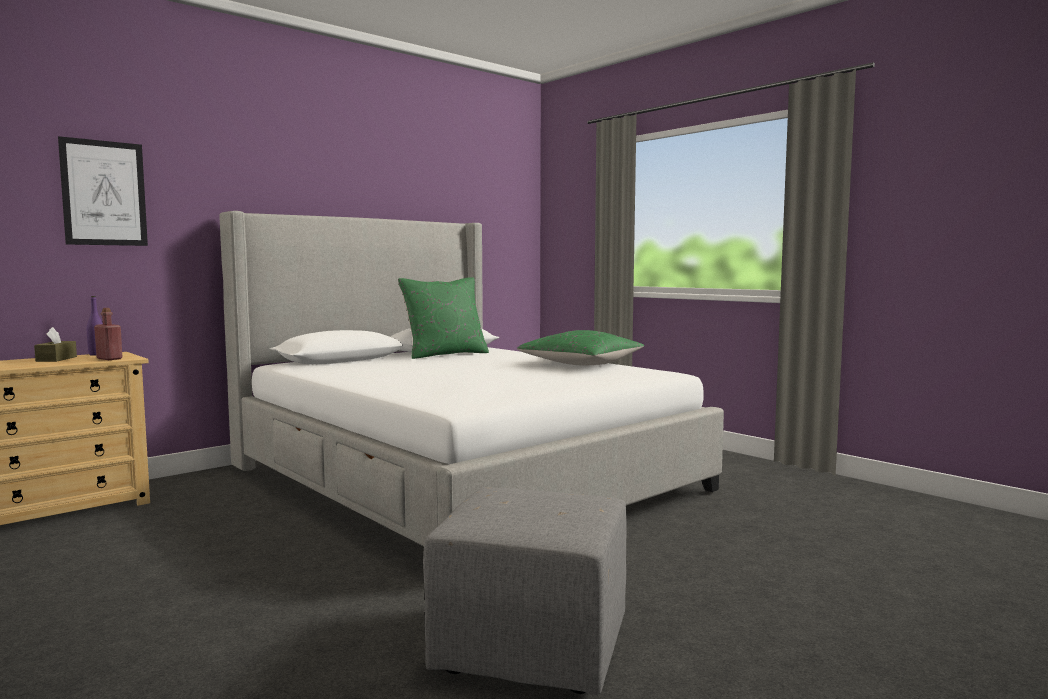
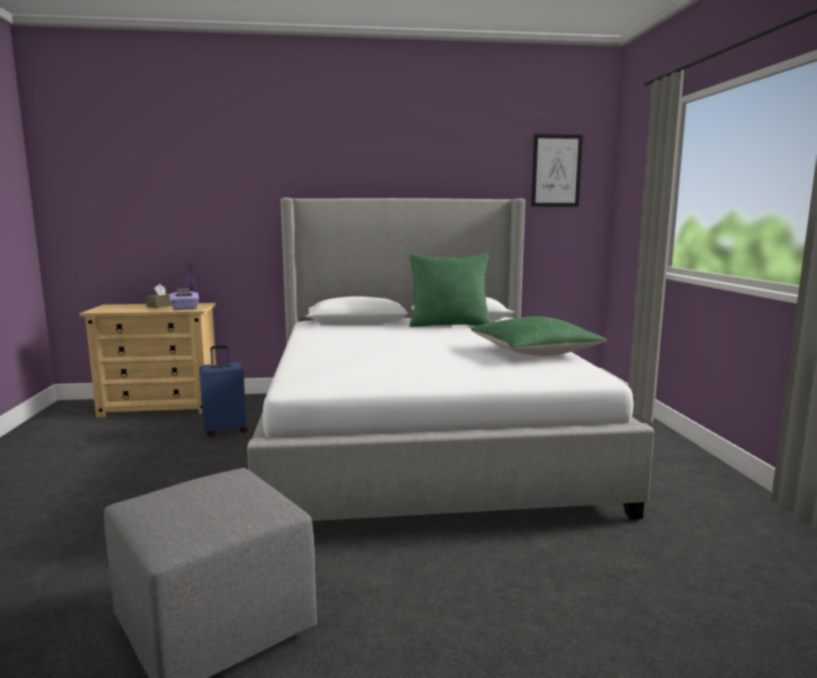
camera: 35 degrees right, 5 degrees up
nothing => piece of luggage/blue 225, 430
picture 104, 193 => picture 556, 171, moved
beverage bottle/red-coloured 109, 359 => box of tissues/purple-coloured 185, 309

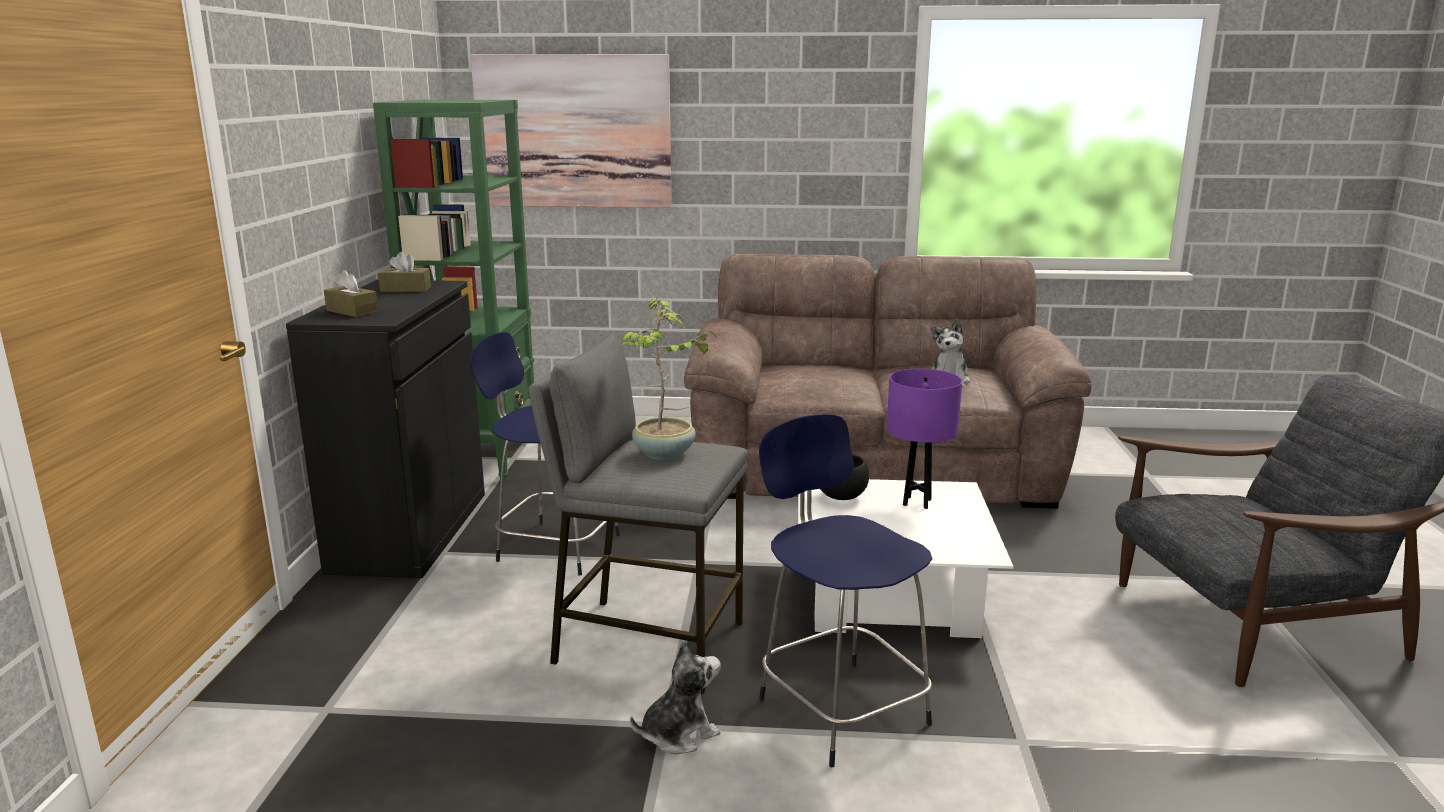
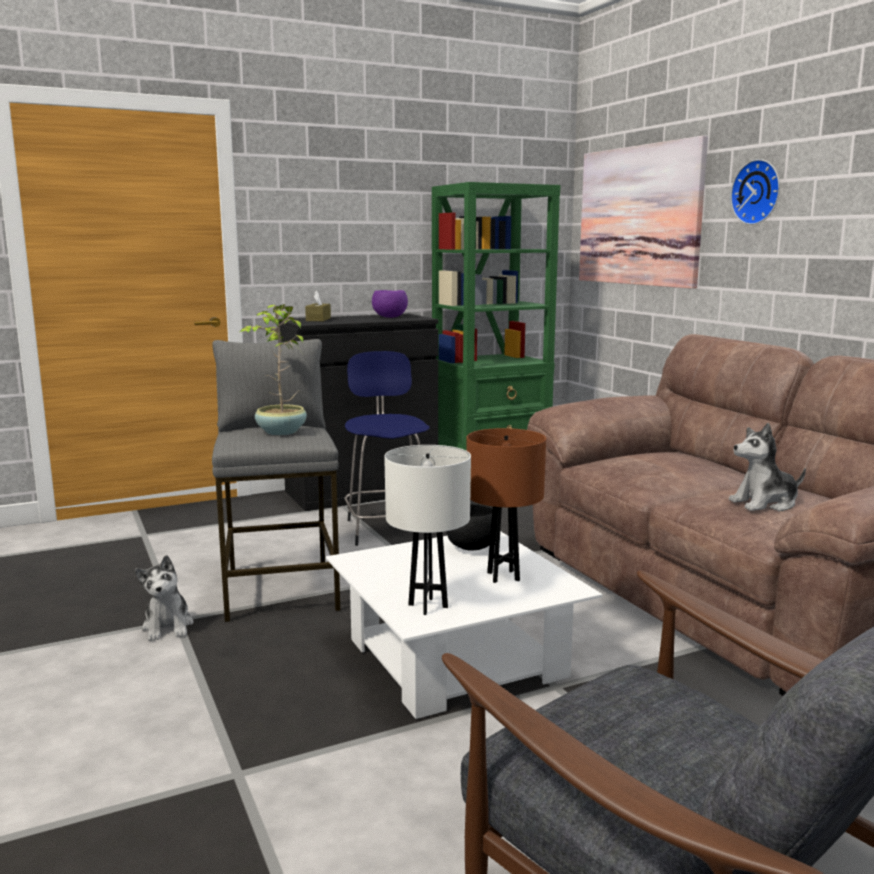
camera: 60 degrees right, 5 degrees down
sitting stool/blue 839, 708 => nothing
nothing => lamp for a table/white 428, 606
nothing => wall clock 758, 192
box of tissues/brown 405, 289 => bowl/purple-coloured 390, 317
lamp for a table/purple-coloured 917, 502 => lamp for a table/brown 503, 576
plush toy 678, 734 => plush toy 168, 626, 45 degrees clockwise

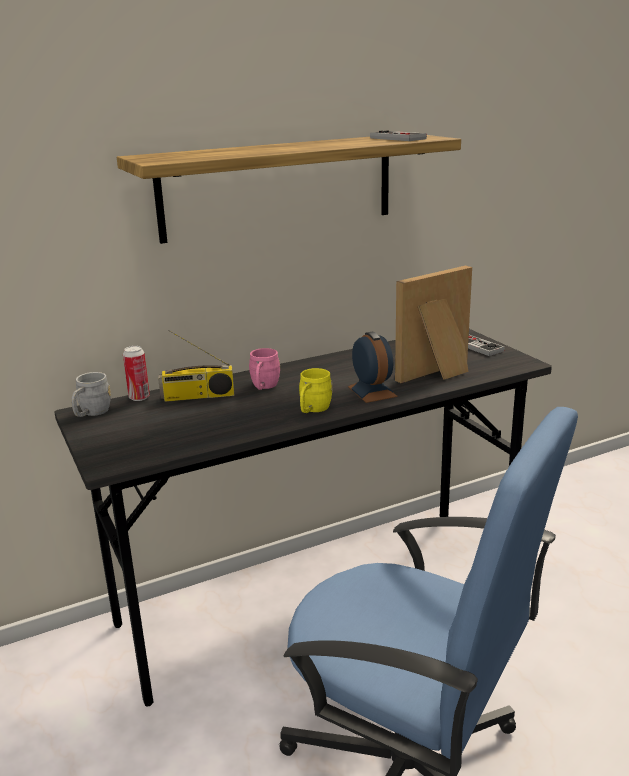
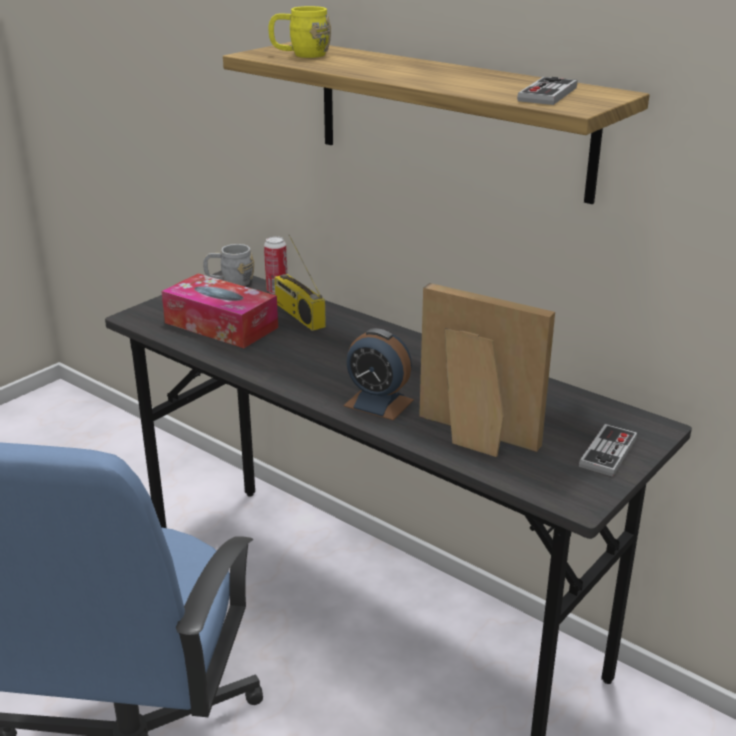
camera: 65 degrees right, 5 degrees up
mug/pink-coloured 264, 387 => nothing
nothing => box of tissues 221, 325
mug/yellow 313, 410 => mug/yellow 300, 55, moved
bedside clock 372, 391 => bedside clock 378, 403, 75 degrees clockwise

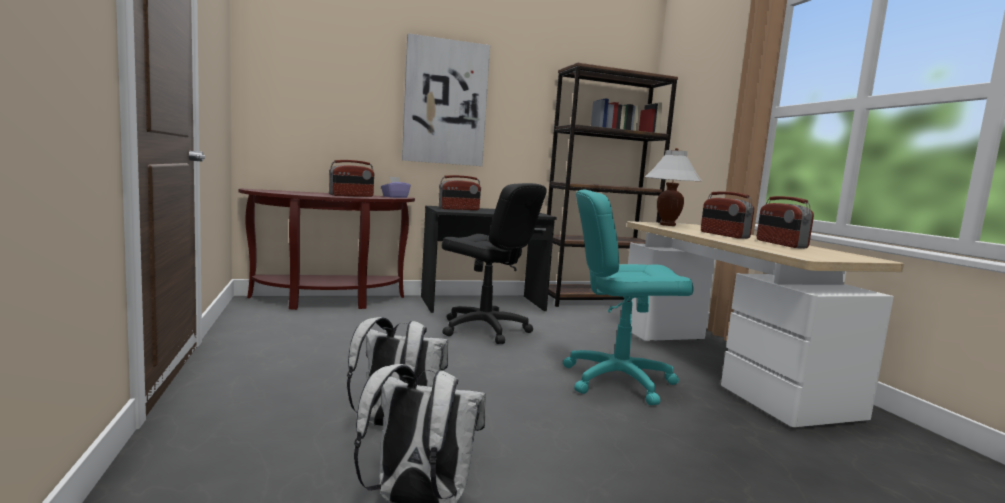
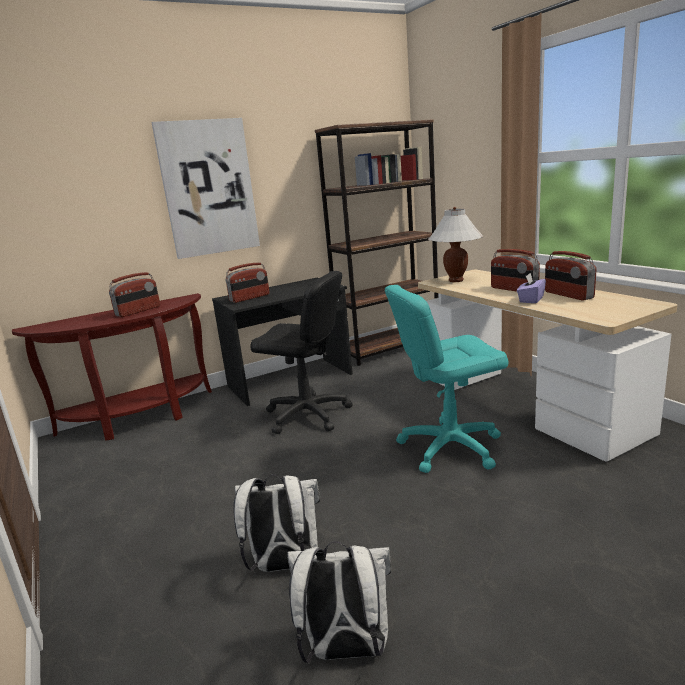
camera: 10 degrees left, 10 degrees up
box of tissues/purple-coloured 395, 197 => box of tissues/purple-coloured 530, 300, moved

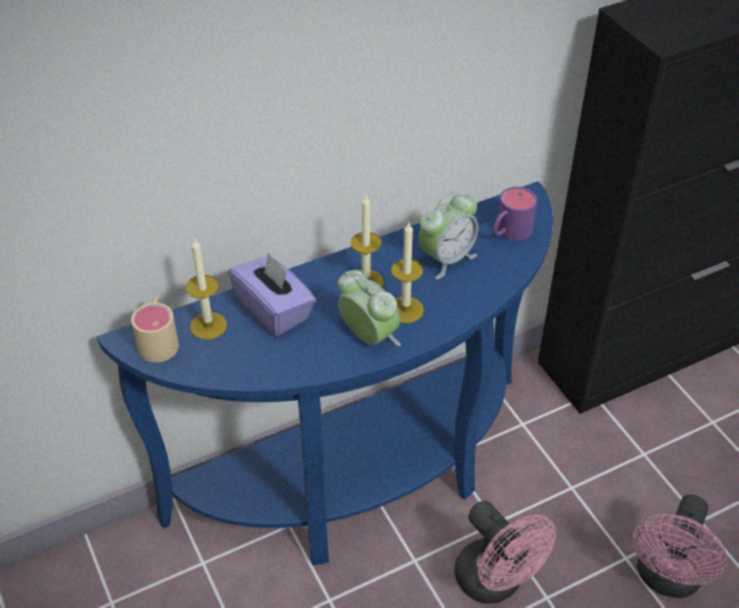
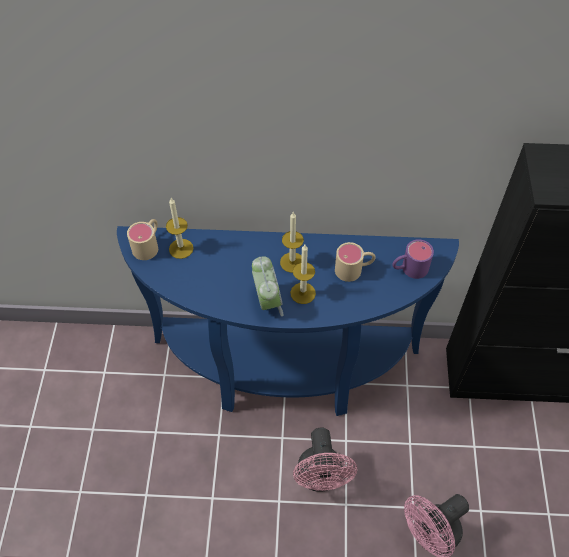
camera: 30 degrees right, 10 degrees up
box of tissues/purple-coloured 274, 310 => nothing
bedside clock 446, 259 => mug/beige-coloured 354, 269

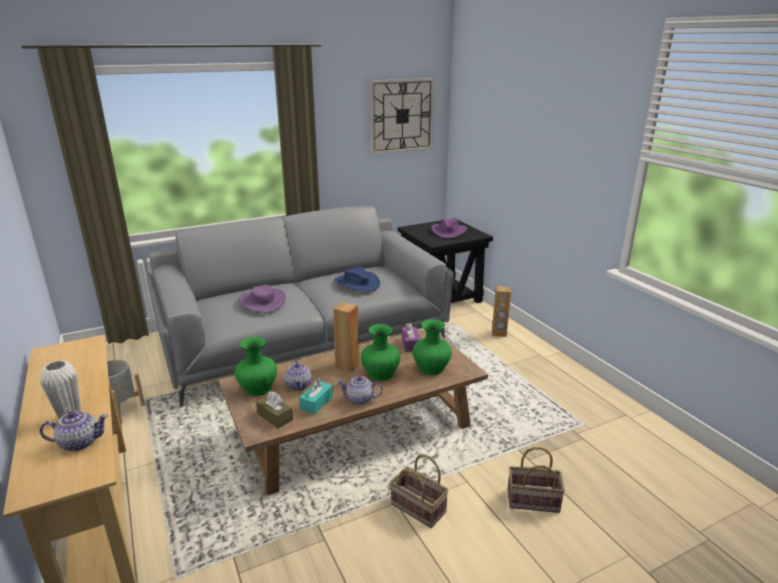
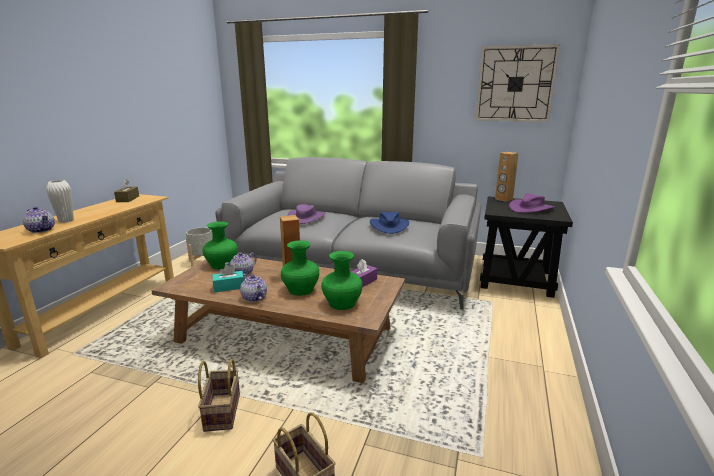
camera: 45 degrees right, 5 degrees down
box of tissues/brown 275, 417 => box of tissues/brown 128, 199, moved
loudspeaker/brown 499, 333 => loudspeaker/brown 503, 199, moved

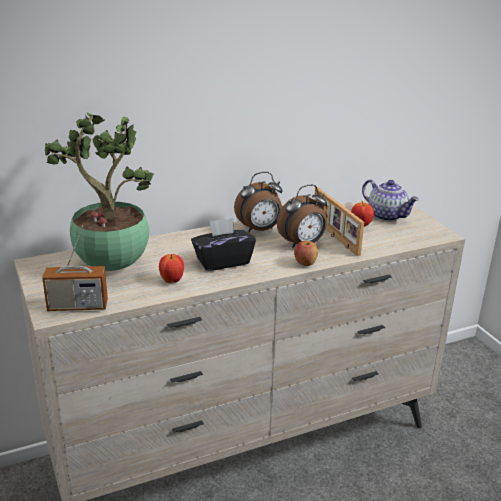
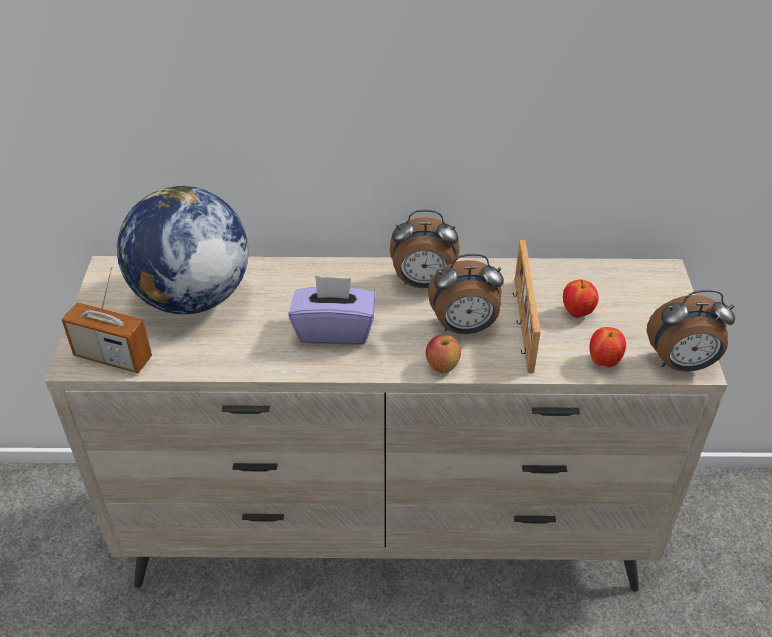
camera: 25 degrees right, 15 degrees up
pot for tea 387, 216 => nothing
nothing => bedside clock 681, 364
apple 172, 280 => apple 603, 361, moved
potted plant 110, 266 => globe 191, 298
box of tissues/black-coloured 223, 261 => box of tissues/purple-coloured 334, 330

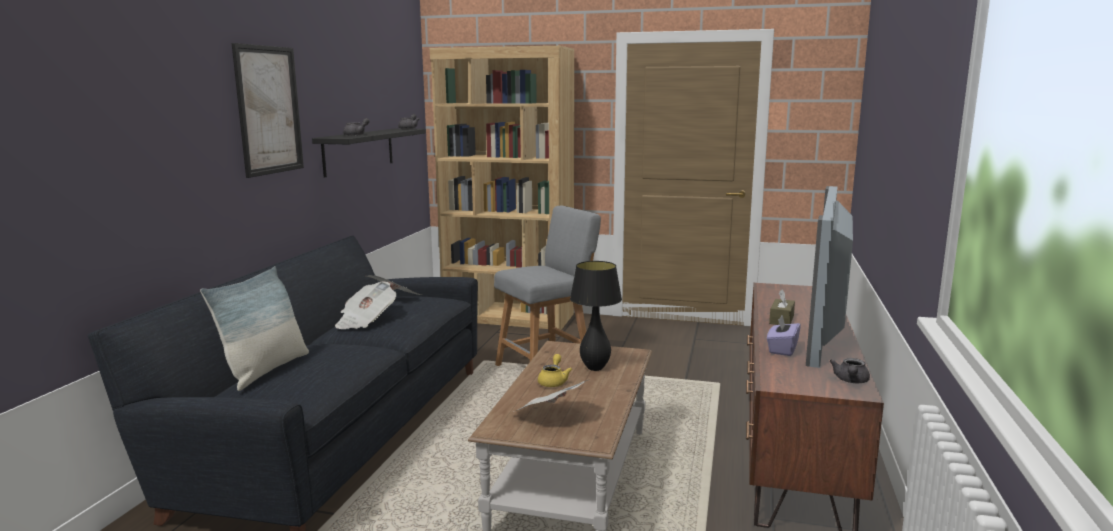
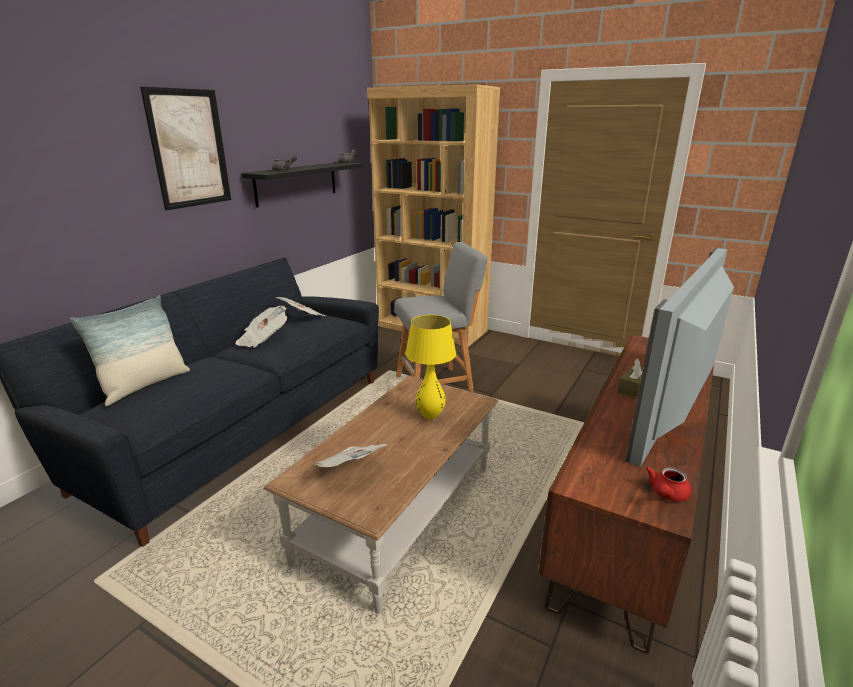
camera: 15 degrees right, 10 degrees up
pot for tea/yellow 553, 381 => nothing
box of tissues/purple-coloured 782, 349 => nothing
lamp for a table/black-coloured 594, 368 => lamp for a table/yellow 430, 416
pot for tea/greyish 850, 381 => pot for tea/red-coloured 666, 494

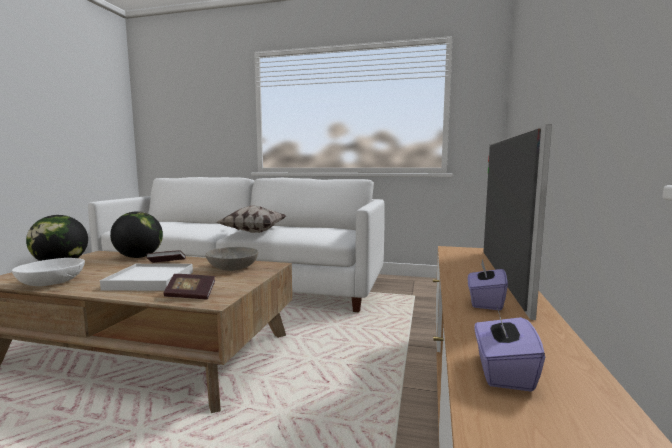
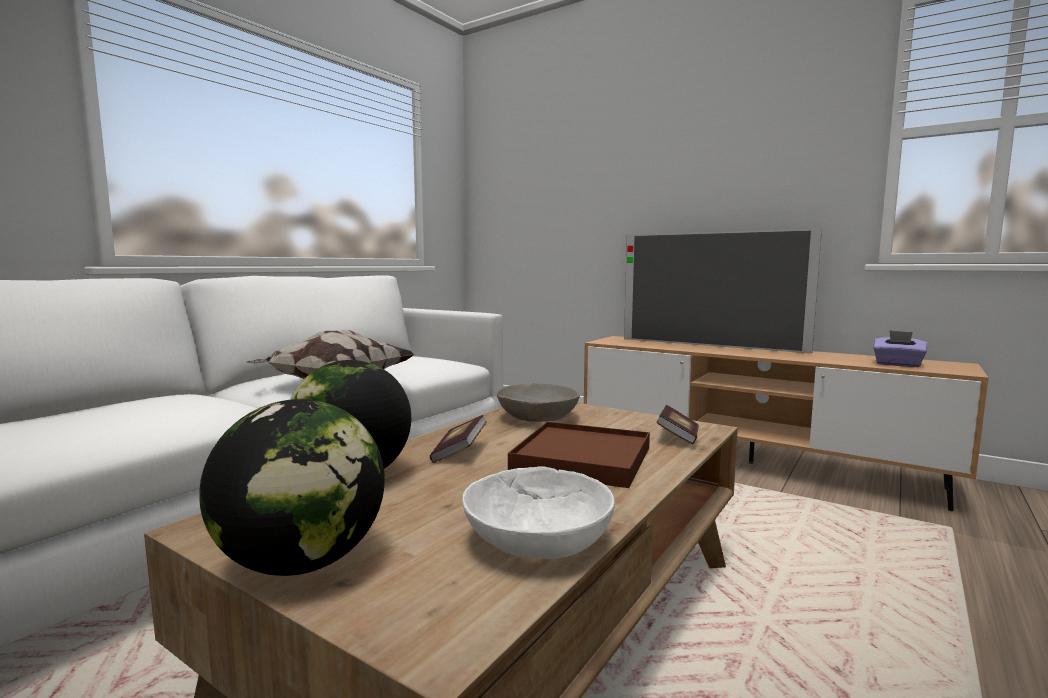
camera: 70 degrees left, 0 degrees up
box of tissues/purple-coloured 485, 302 => nothing
tray/white 150, 280 => tray/brown 582, 459

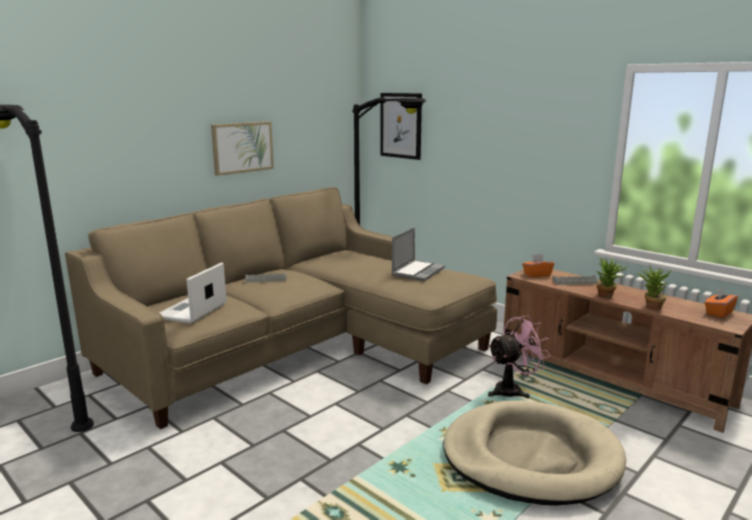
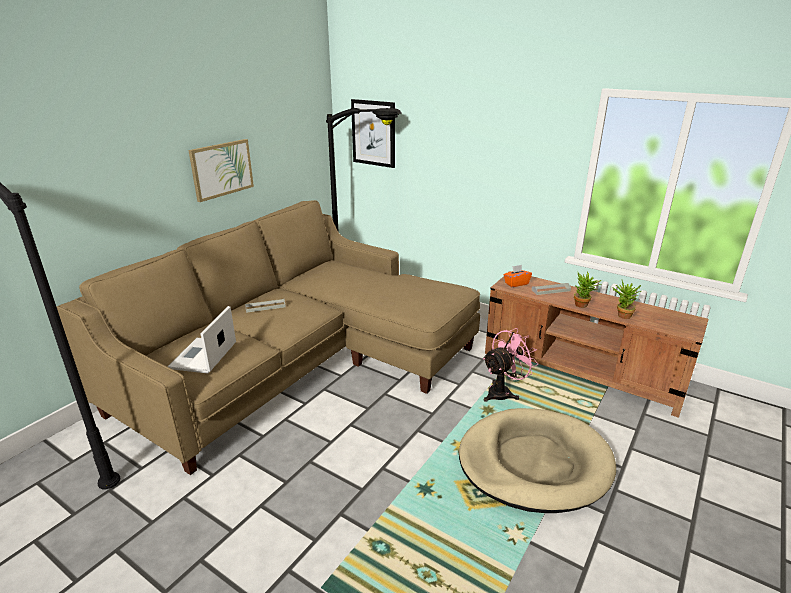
camera: 10 degrees left, 10 degrees up
notebook computer 417, 271 => nothing
box of tissues/orange 718, 313 => nothing

